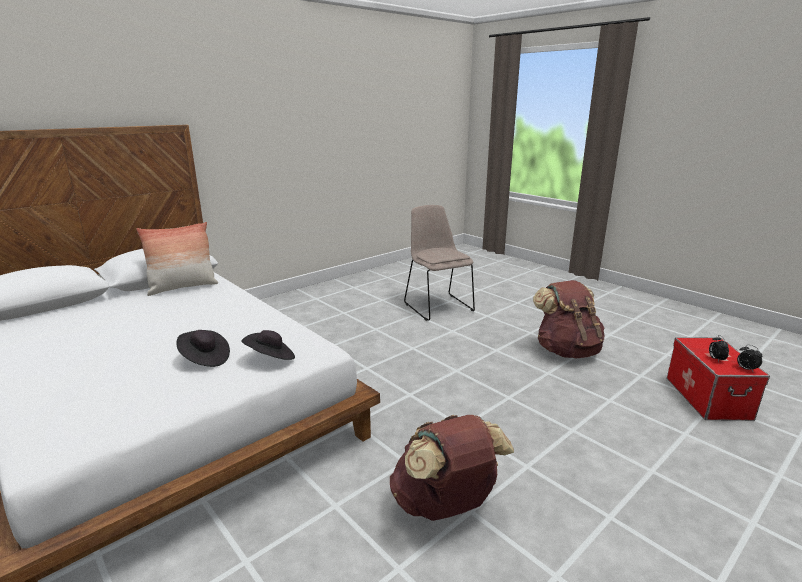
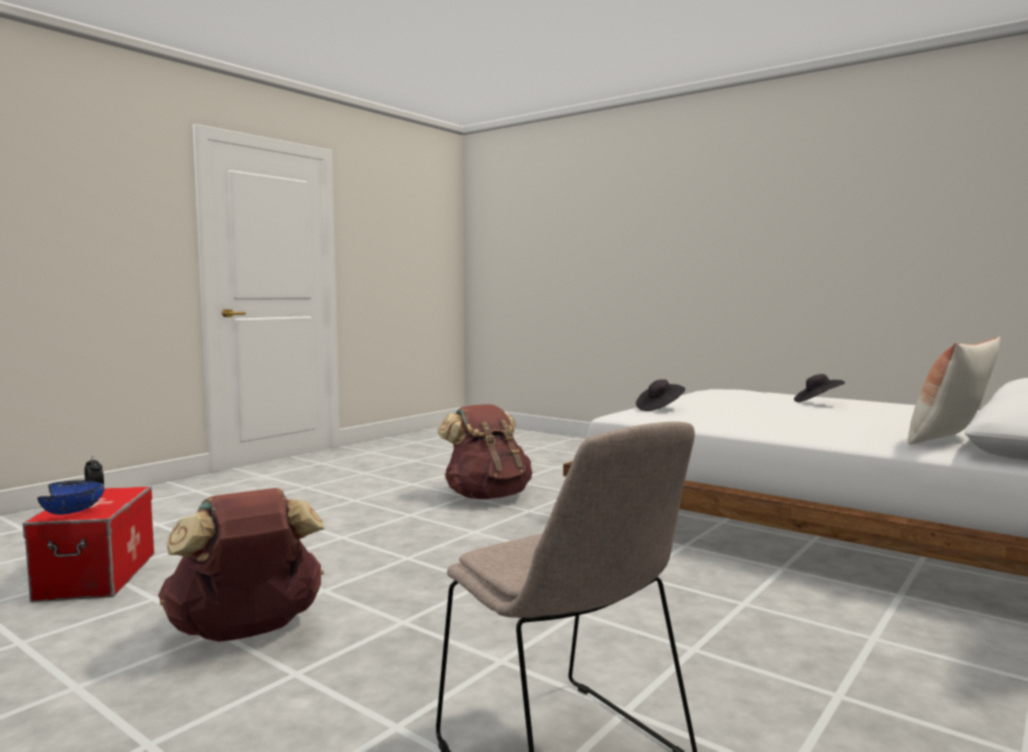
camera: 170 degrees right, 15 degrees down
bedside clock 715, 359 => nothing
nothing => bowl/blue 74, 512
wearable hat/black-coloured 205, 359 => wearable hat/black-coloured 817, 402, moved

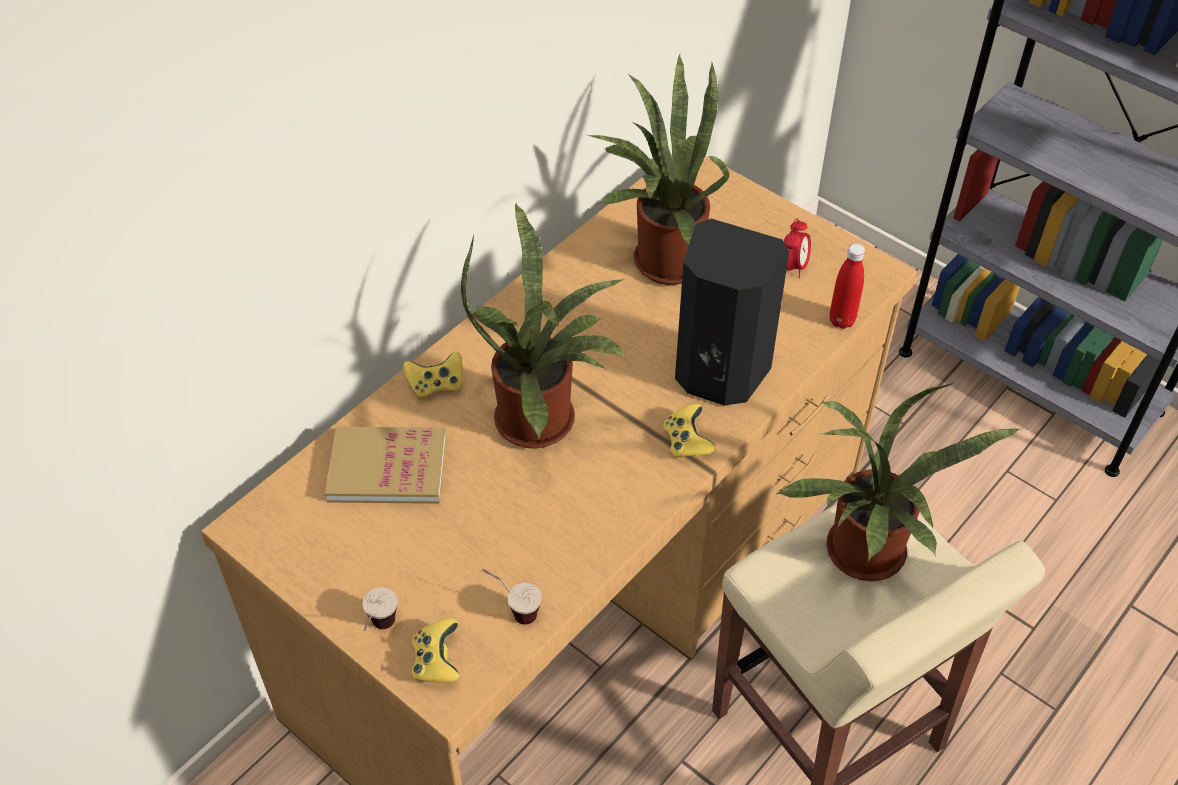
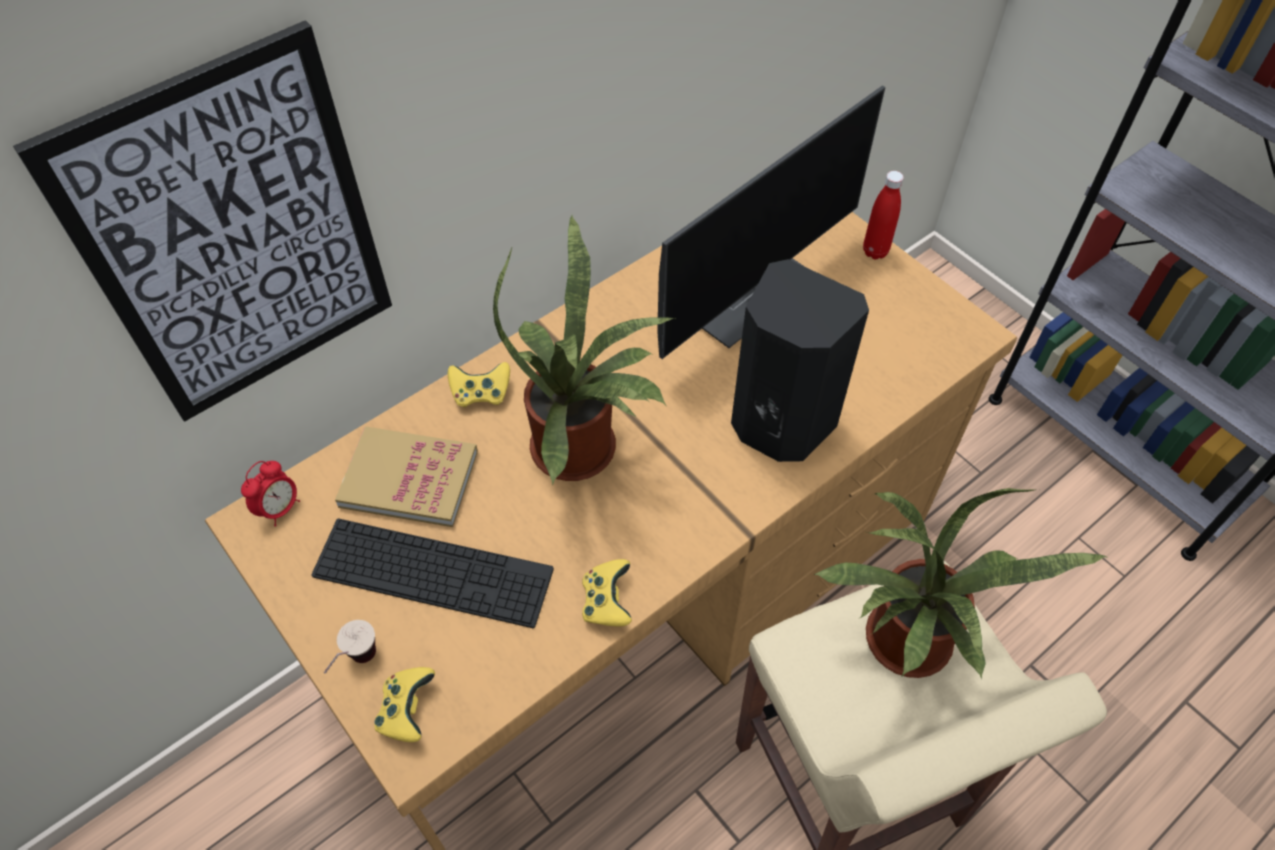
camera: 10 degrees right, 5 degrees up
cup 512, 610 => nothing
nothing => picture 236, 237
nothing => PC keyboard 433, 572
joypad/yellow 687, 442 => joypad/yellow 607, 602, moved
bedside clock 794, 266 => bedside clock 279, 508, moved
beverage bottle/red-coloured 841, 320 => beverage bottle/red-coloured 875, 251, moved
potted plant 661, 261 => monitor 743, 290

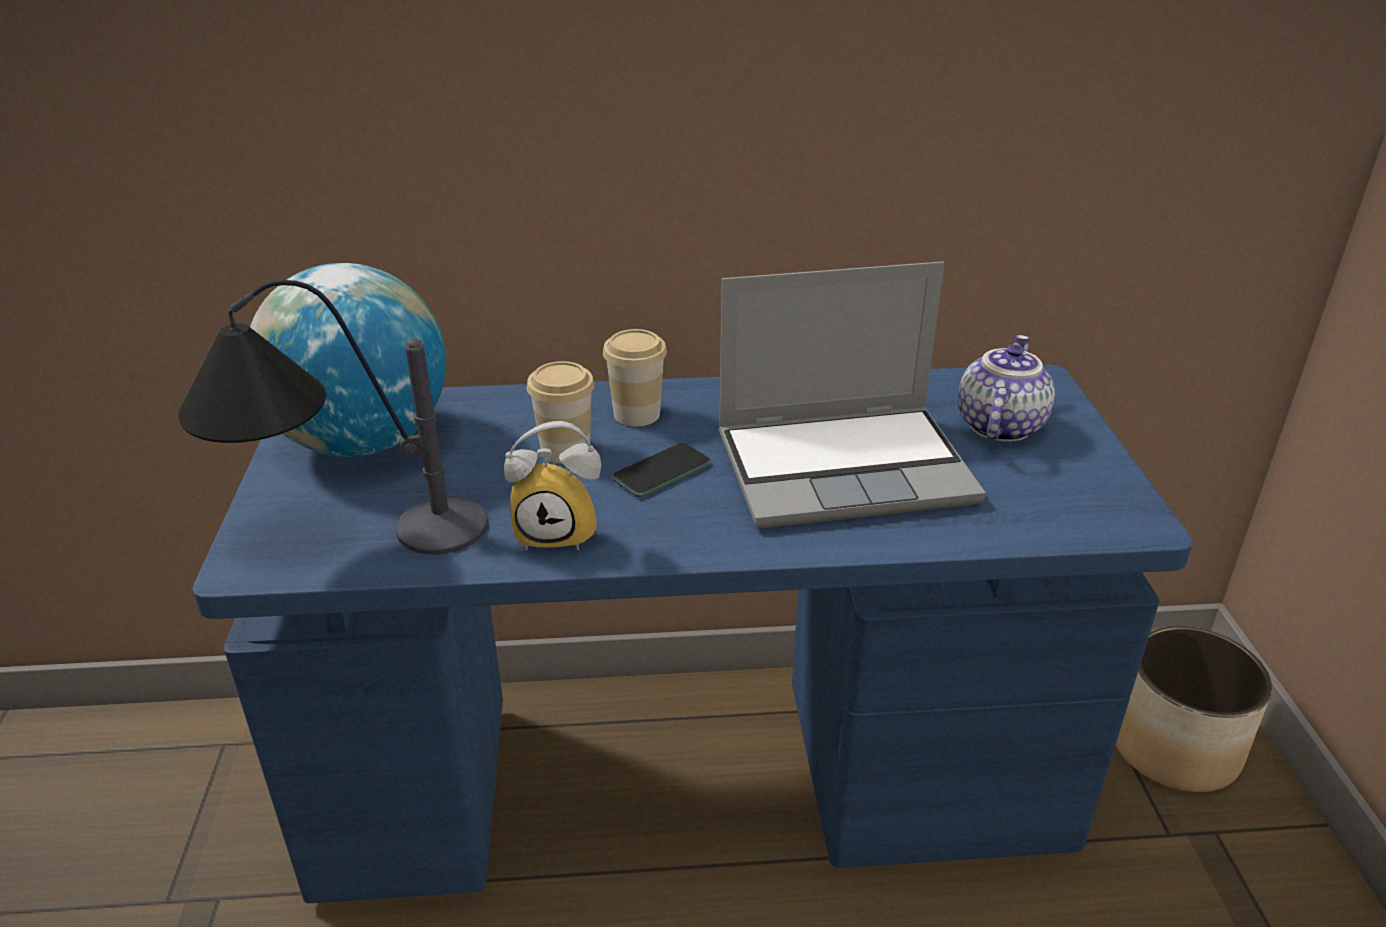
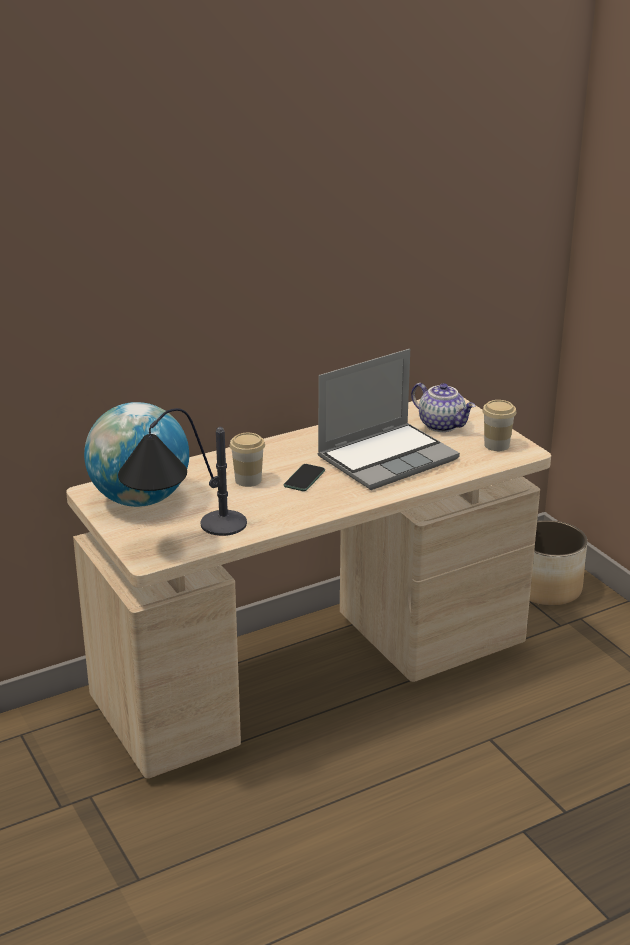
camera: 25 degrees left, 5 degrees down
bedside clock 560, 532 => nothing
cup 636, 414 => cup 496, 445, moved
desk/blue 692, 782 => desk/beige-coloured 314, 672
pot for tea 997, 425 => pot for tea 442, 425, 135 degrees clockwise

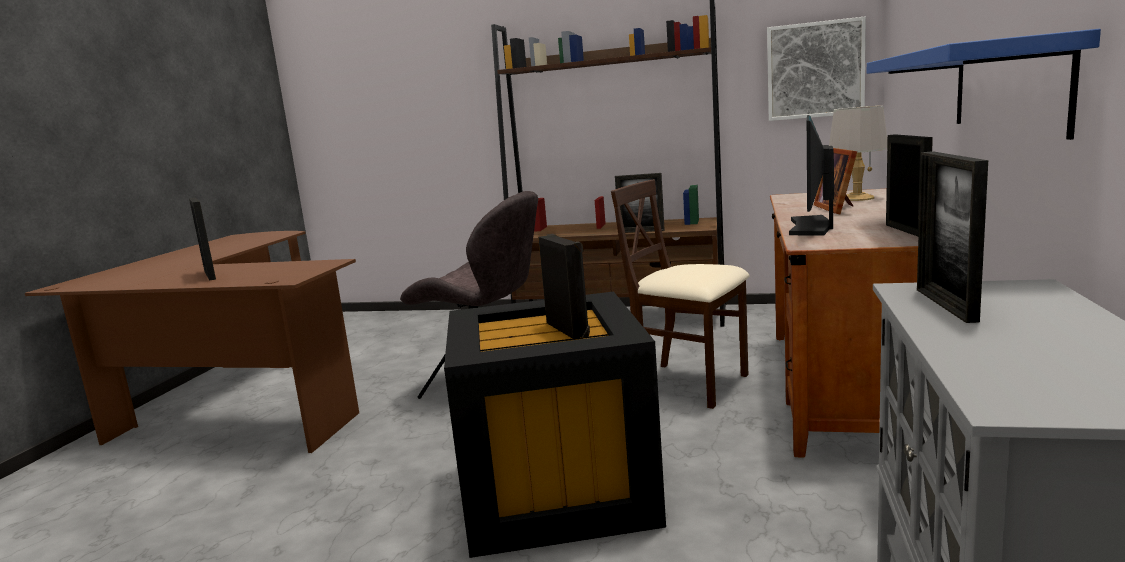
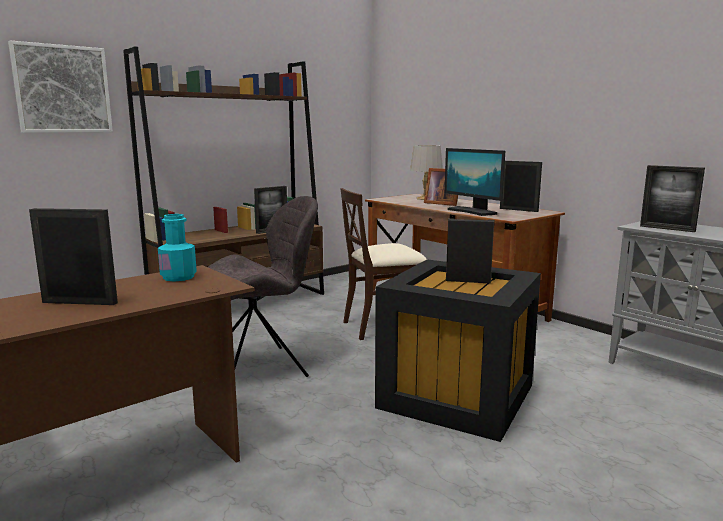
camera: 55 degrees left, 0 degrees up
wall shelf/blue 1007, 87 => nothing
nothing => beverage bottle/blue-green 178, 277
picture 815, 70 => picture 62, 89, moved

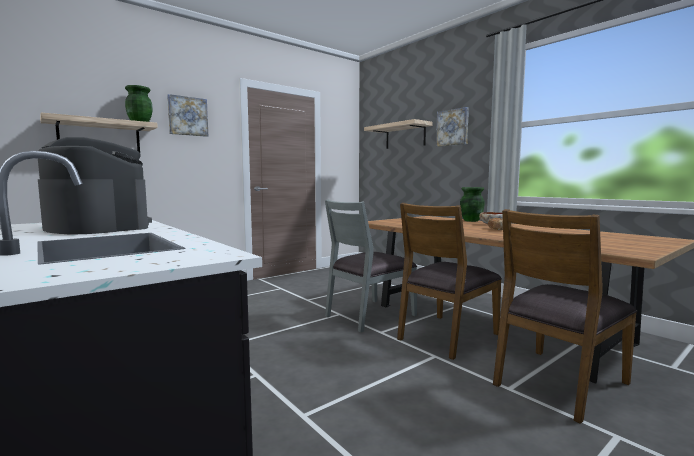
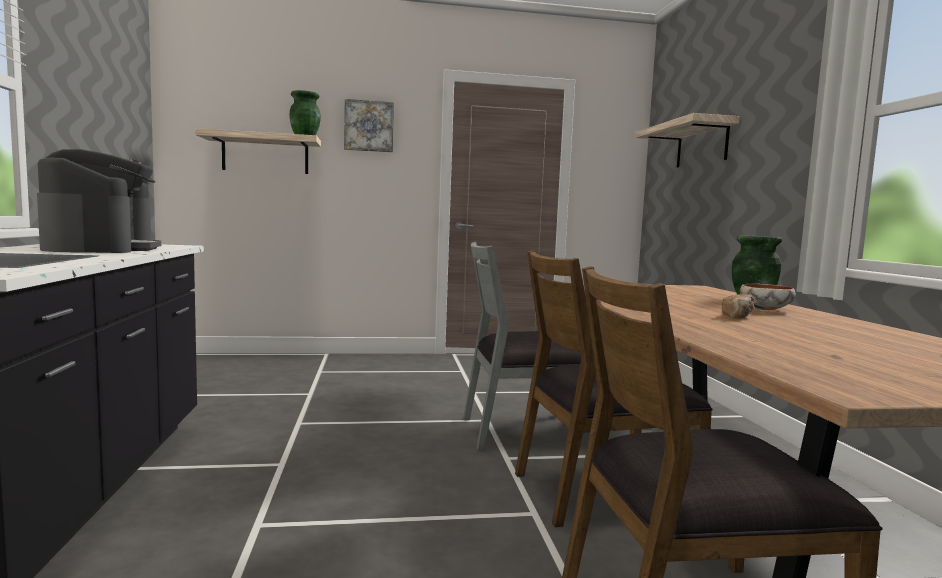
camera: 30 degrees right, 0 degrees up
picture 453, 127 => nothing

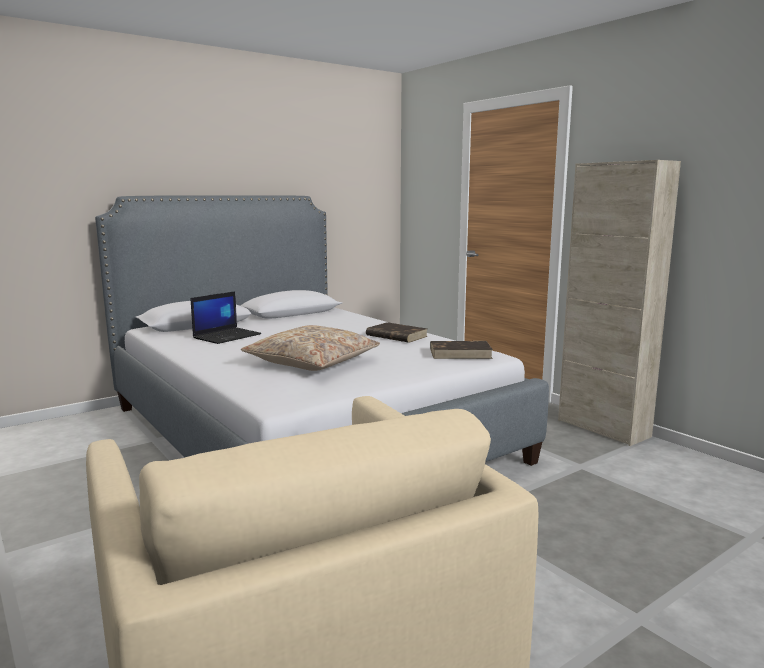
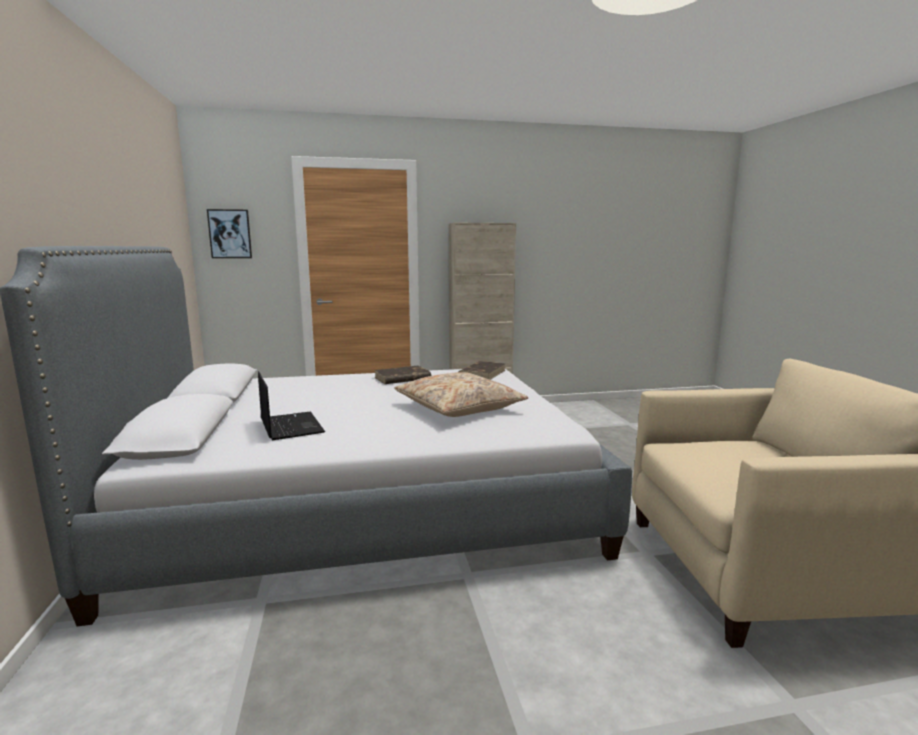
camera: 65 degrees left, 0 degrees up
nothing => picture 230, 234

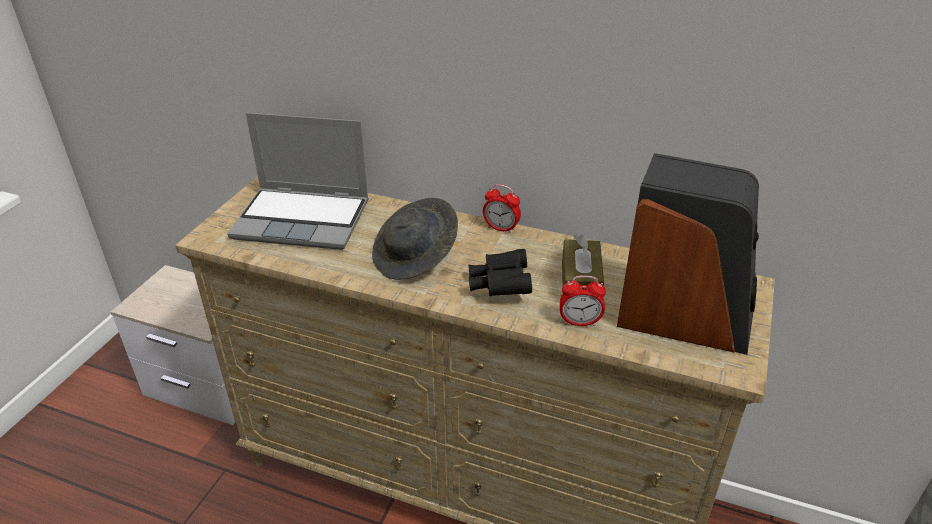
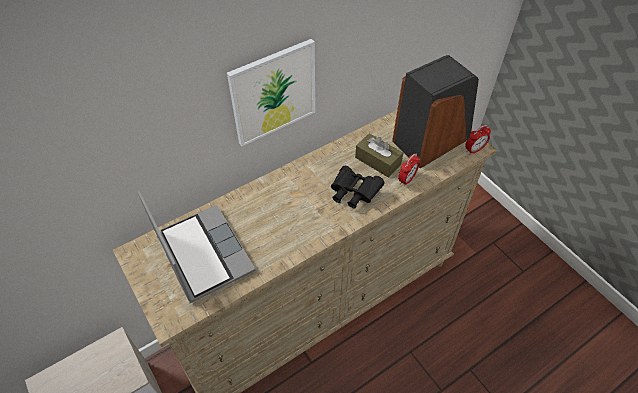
camera: 55 degrees left, 15 degrees up
wearable hat/greyish 415, 257 => nothing
nothing => picture 273, 92
bedside clock 501, 228 => bedside clock 474, 150, moved
notebook computer 304, 219 => notebook computer 202, 253, 75 degrees counterclockwise

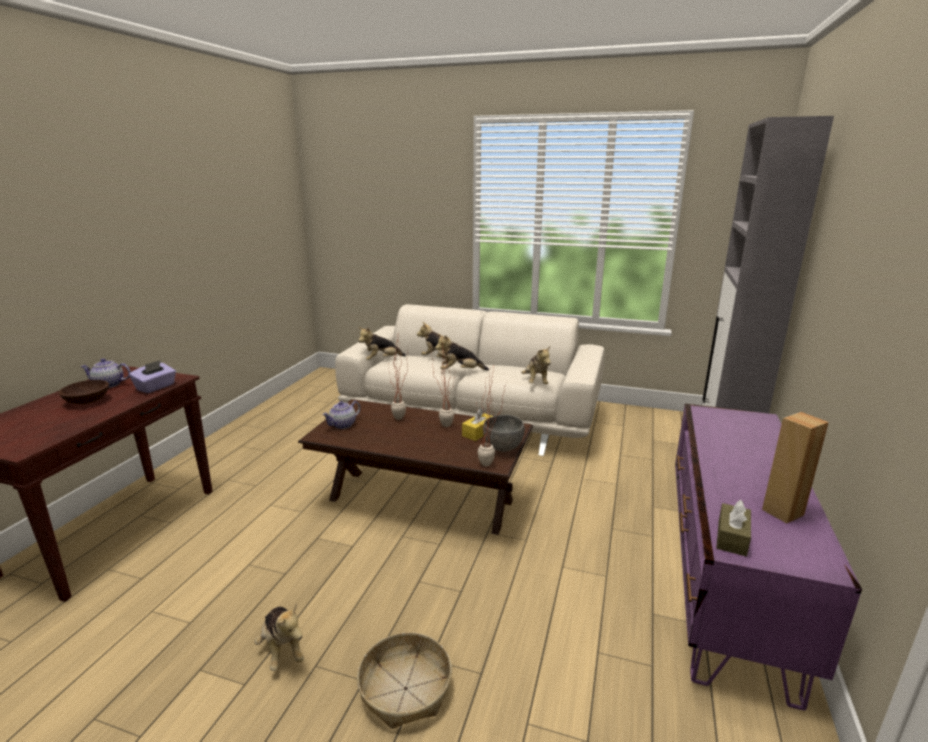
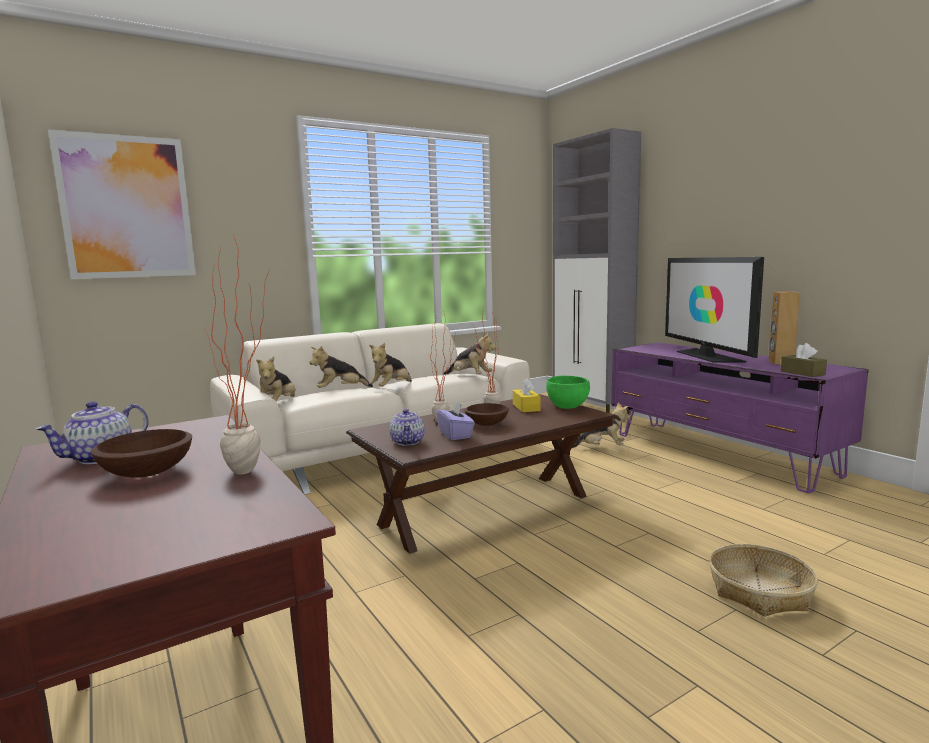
camera: 50 degrees left, 10 degrees down
nothing => picture 127, 207
nothing => bowl/brown 487, 424
nothing => television 706, 356
box of tissues/purple-coloured 156, 387 => box of tissues/purple-coloured 455, 435, moved
plush toy 282, 649 => plush toy 601, 448, moved
potted plant 489, 467 => potted plant 255, 472, moved
bowl/greyish 503, 447 => bowl/greenish 567, 407

